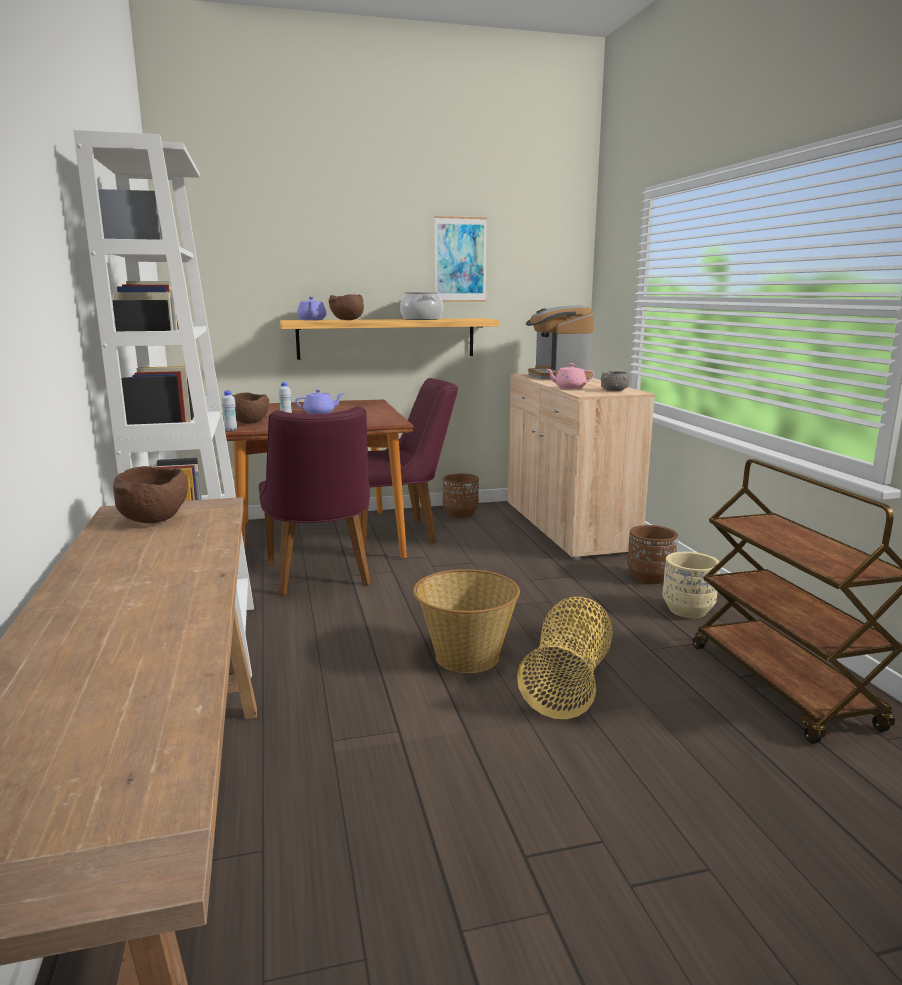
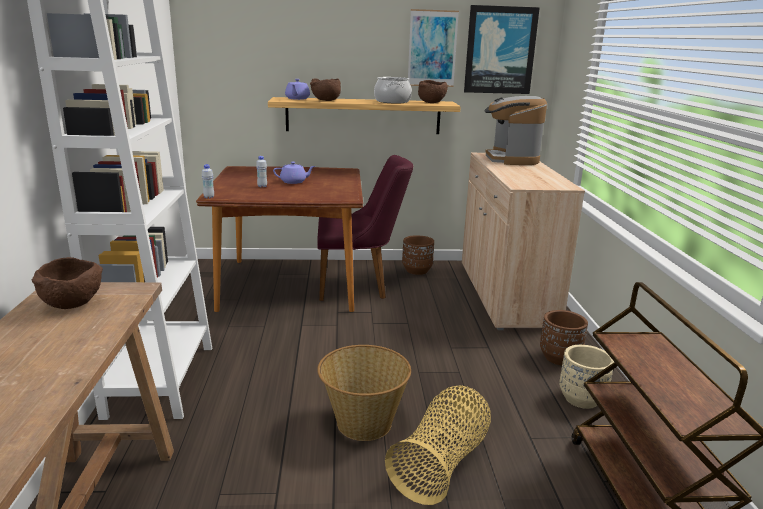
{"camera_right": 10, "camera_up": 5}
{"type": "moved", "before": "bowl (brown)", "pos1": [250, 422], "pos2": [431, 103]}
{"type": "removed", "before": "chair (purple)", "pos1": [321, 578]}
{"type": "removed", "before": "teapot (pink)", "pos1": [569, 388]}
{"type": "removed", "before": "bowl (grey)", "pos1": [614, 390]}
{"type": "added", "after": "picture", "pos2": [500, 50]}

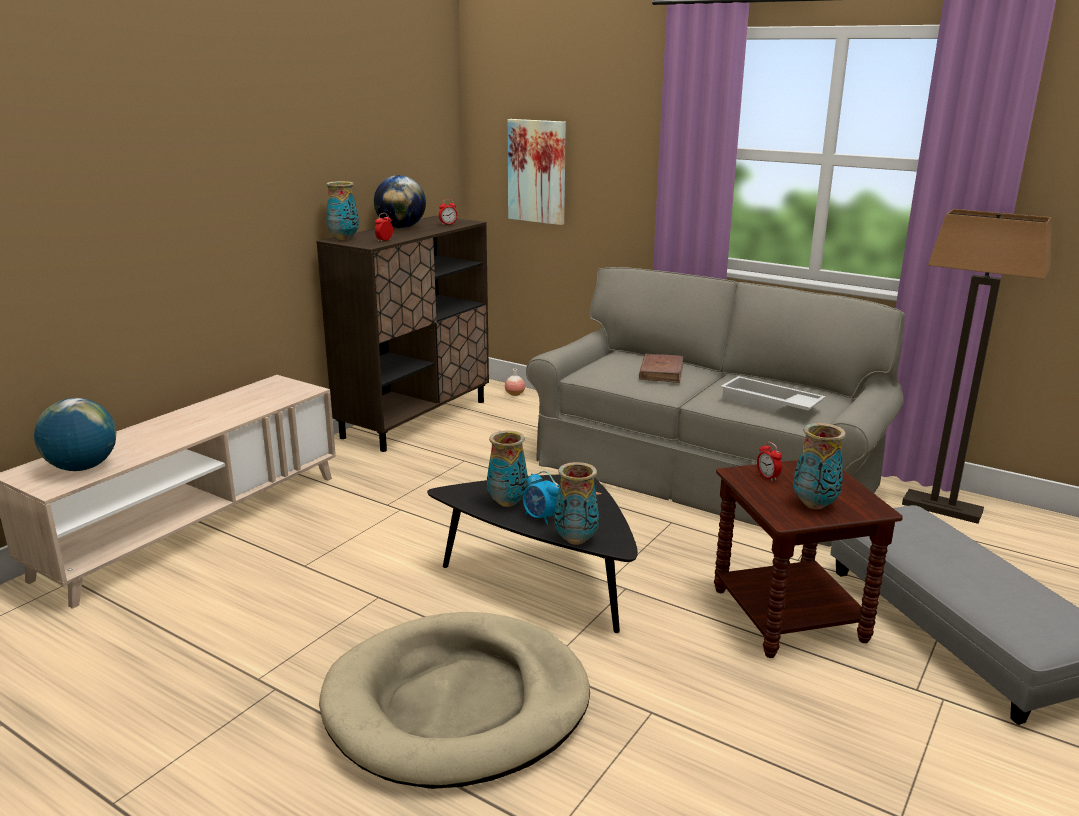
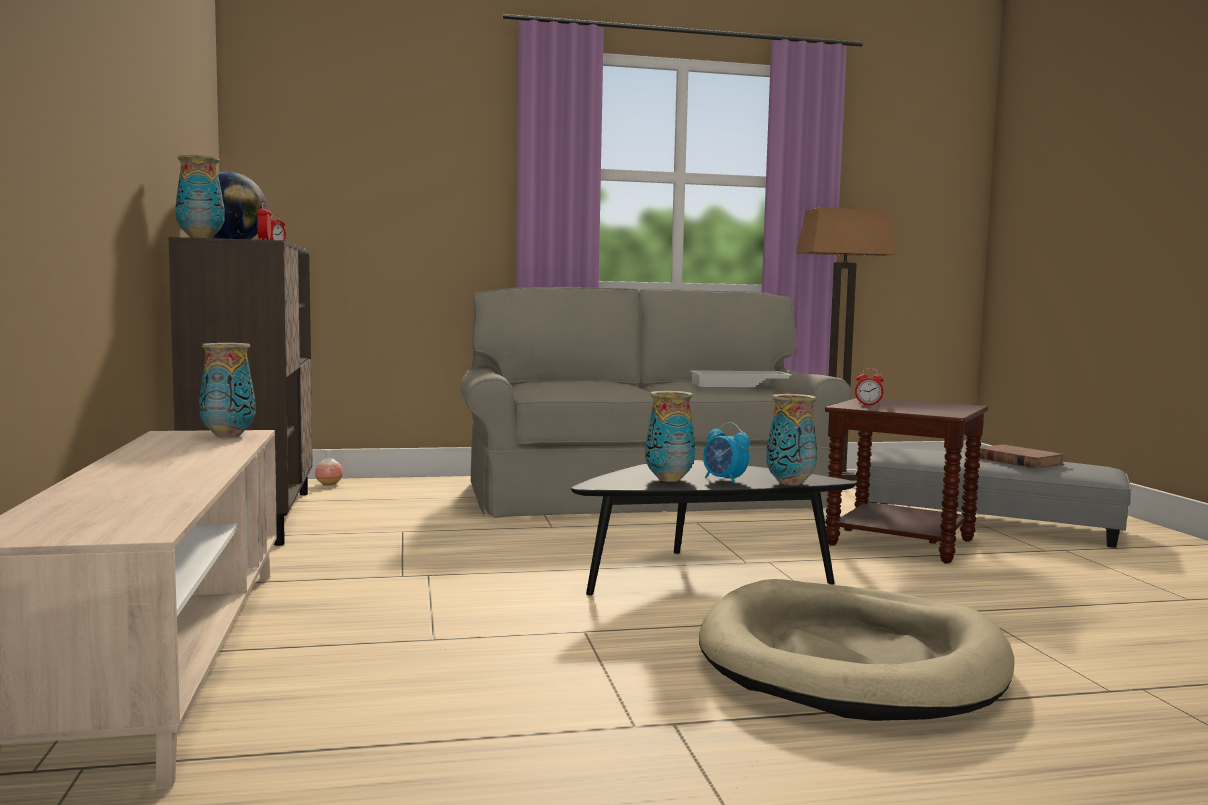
{"camera_right": -45, "camera_up": -15}
{"type": "removed", "before": "globe", "pos1": [82, 467]}
{"type": "removed", "before": "picture", "pos1": [537, 171]}
{"type": "turned", "before": "alarm clock", "pos1": [541, 518], "pos2": [724, 480], "turn": 45}
{"type": "moved", "before": "book (brown)", "pos1": [661, 371], "pos2": [1018, 461]}
{"type": "moved", "before": "vase", "pos1": [814, 505], "pos2": [228, 436]}

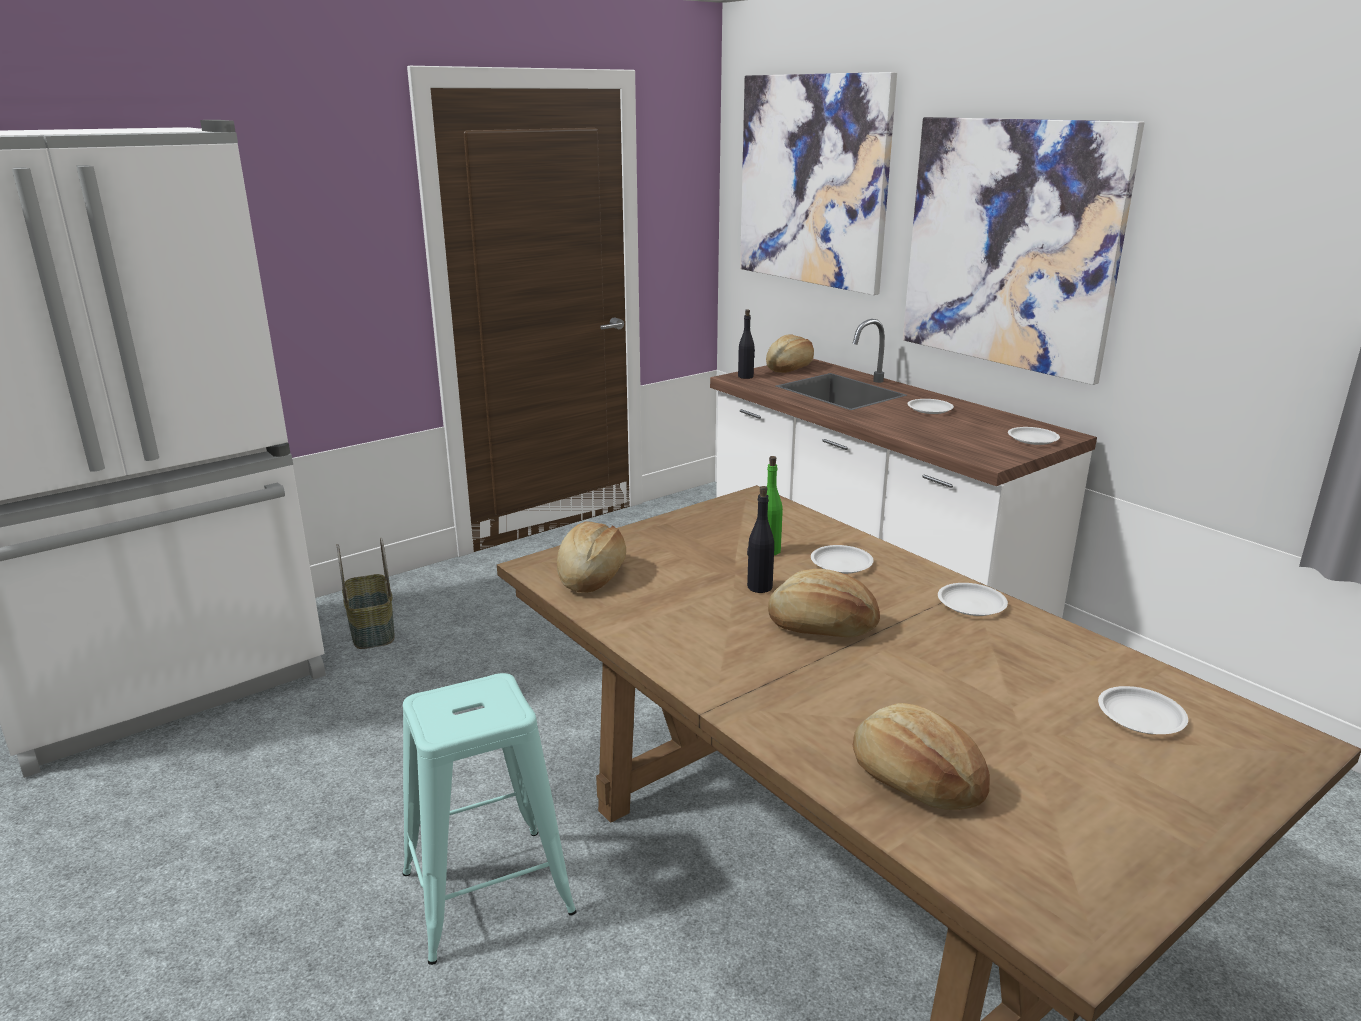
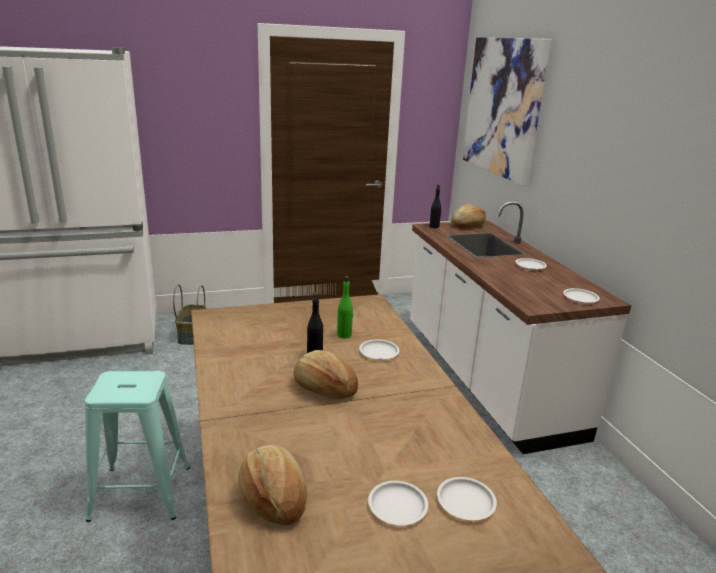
{"camera_right": 20, "camera_up": 0}
{"type": "removed", "before": "bread", "pos1": [591, 575]}
{"type": "removed", "before": "picture", "pos1": [1010, 245]}
{"type": "moved", "before": "plate (white)", "pos1": [970, 604], "pos2": [397, 506]}

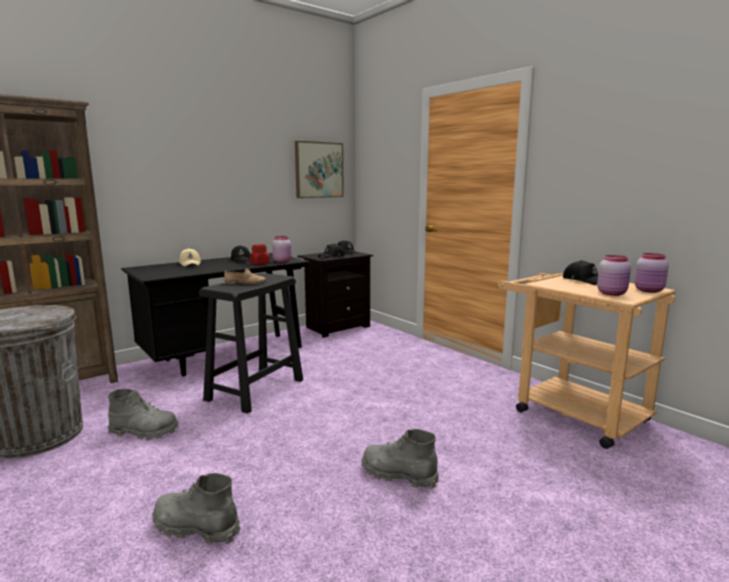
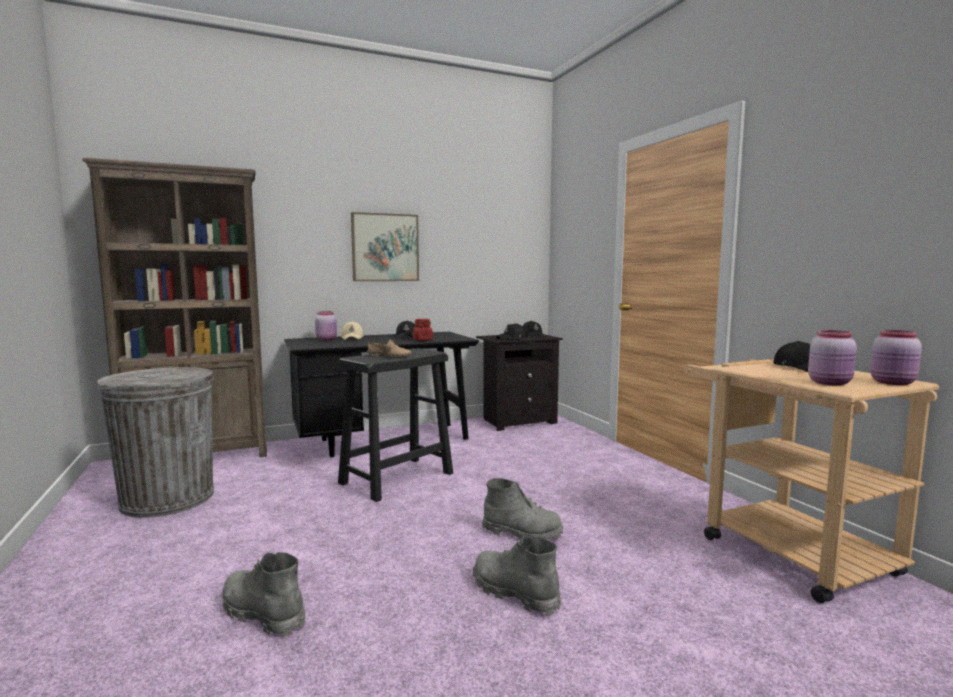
{"camera_right": 15, "camera_up": -5}
{"type": "moved", "before": "boot (grey)", "pos1": [144, 432], "pos2": [522, 533]}
{"type": "moved", "before": "jar (pink)", "pos1": [282, 261], "pos2": [327, 339]}
{"type": "moved", "before": "picture", "pos1": [319, 170], "pos2": [385, 247]}

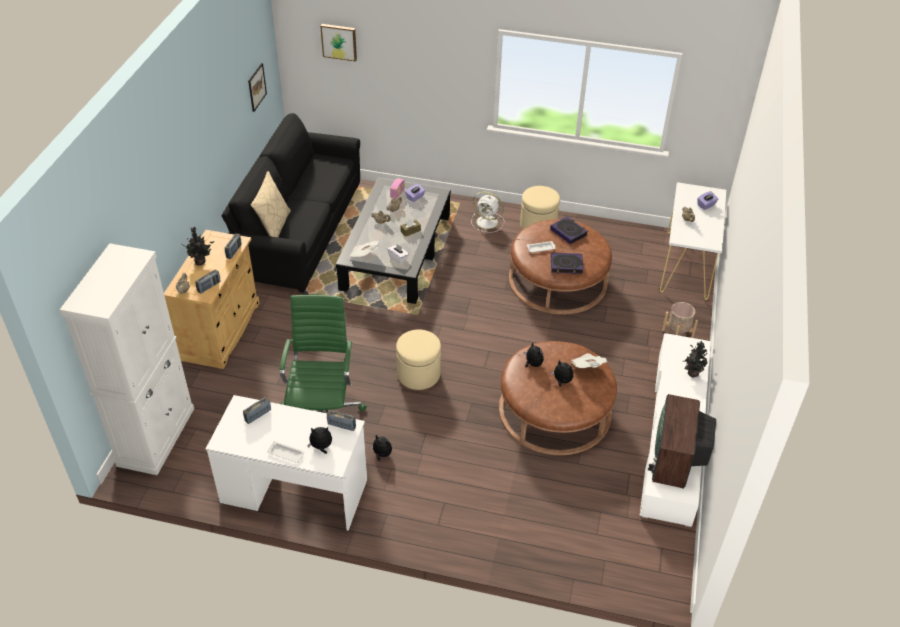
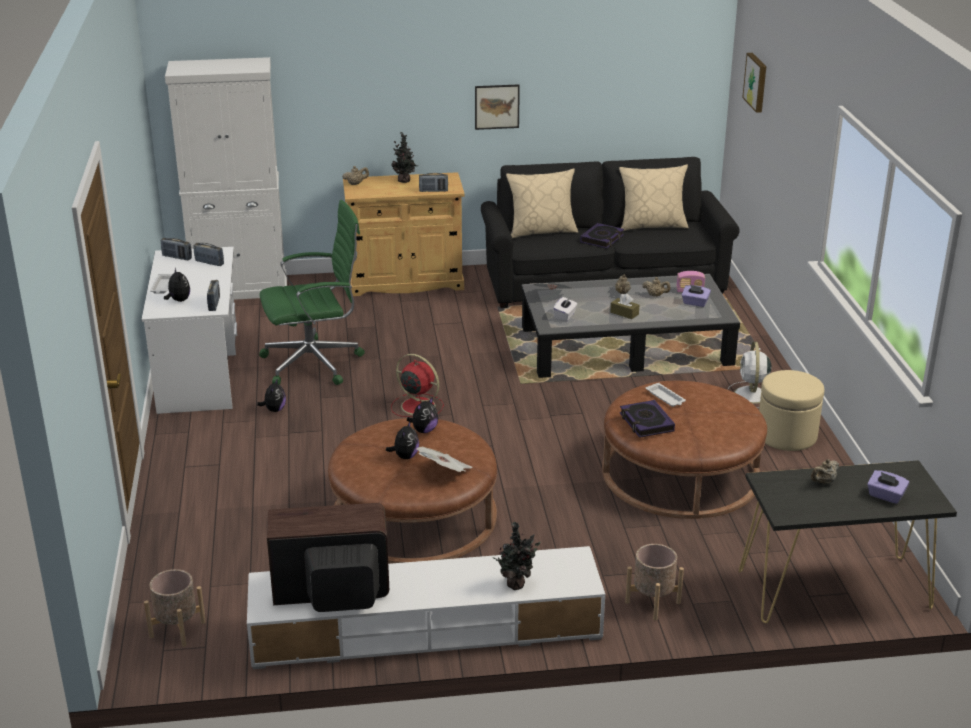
{"camera_right": 70, "camera_up": -15}
{"type": "moved", "before": "radio", "pos1": [209, 287], "pos2": [177, 257]}
{"type": "moved", "before": "picture", "pos1": [257, 87], "pos2": [497, 106]}
{"type": "replaced", "before": "ottoman (beige)", "after": "fan (red)", "pos1": [418, 374], "pos2": [416, 406]}
{"type": "moved", "before": "book", "pos1": [568, 232], "pos2": [602, 239]}
{"type": "recoloured", "before": "console table (white)", "after": "console table (black)", "pos1": [686, 265], "pos2": [833, 589]}
{"type": "added", "after": "planter (beige)", "pos2": [177, 629]}
{"type": "added", "after": "pillow (beige)", "pos2": [652, 225]}

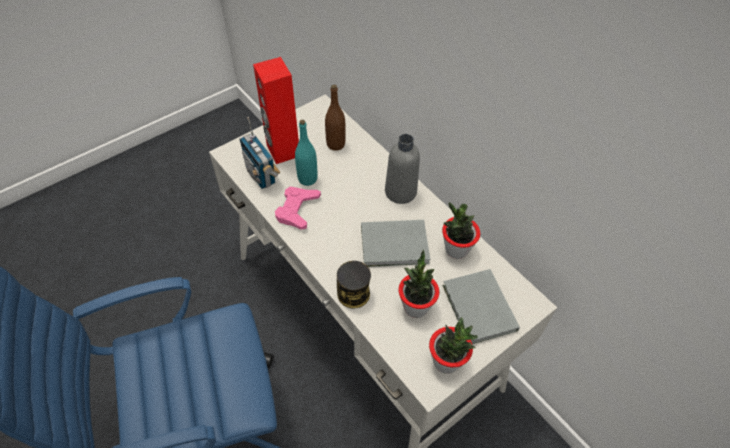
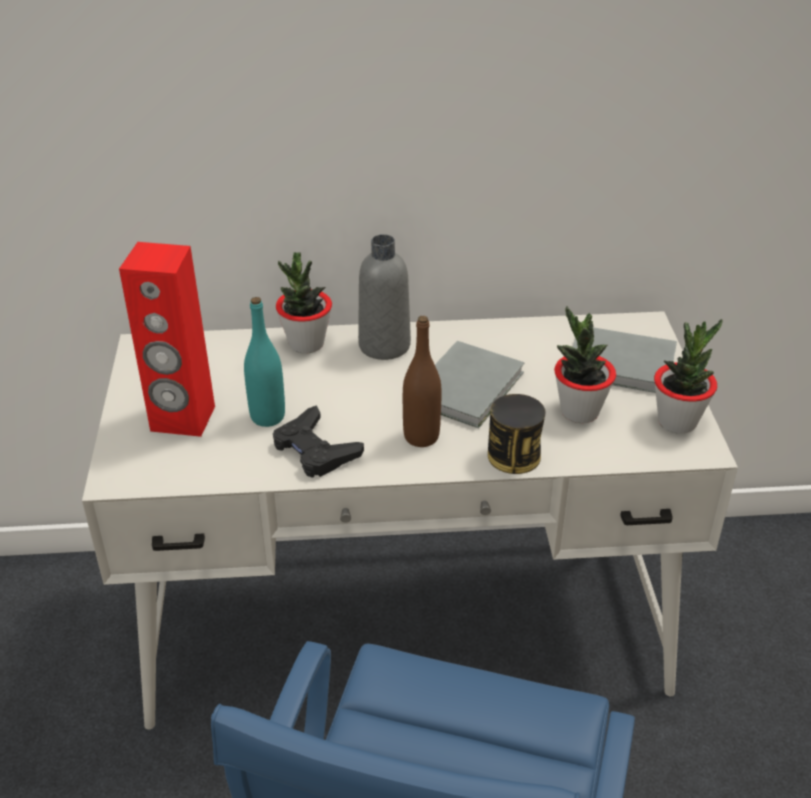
{"camera_right": -55, "camera_up": -15}
{"type": "removed", "before": "radio", "pos1": [262, 176]}
{"type": "recoloured", "before": "game controller (pink)", "after": "game controller (black)", "pos1": [297, 210], "pos2": [315, 450]}
{"type": "moved", "before": "bottle (brown)", "pos1": [335, 144], "pos2": [421, 437]}
{"type": "moved", "before": "potted plant", "pos1": [456, 249], "pos2": [306, 344]}

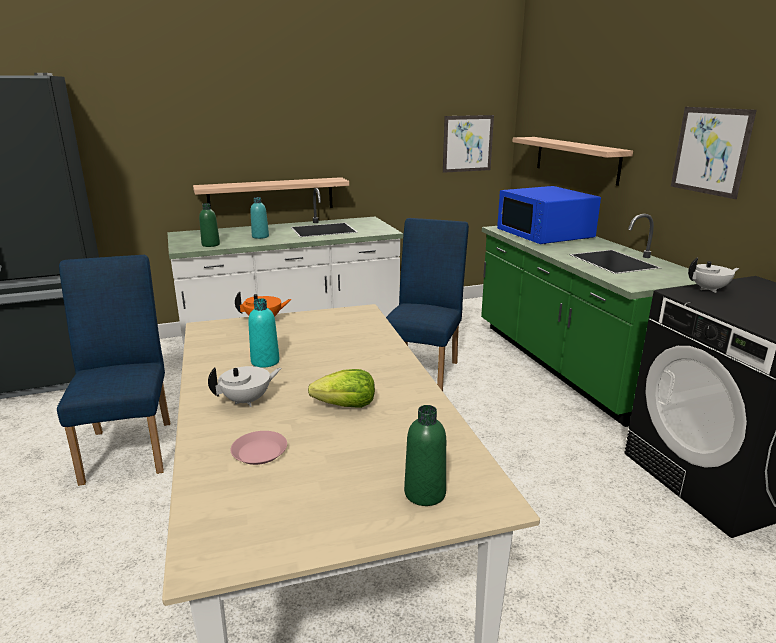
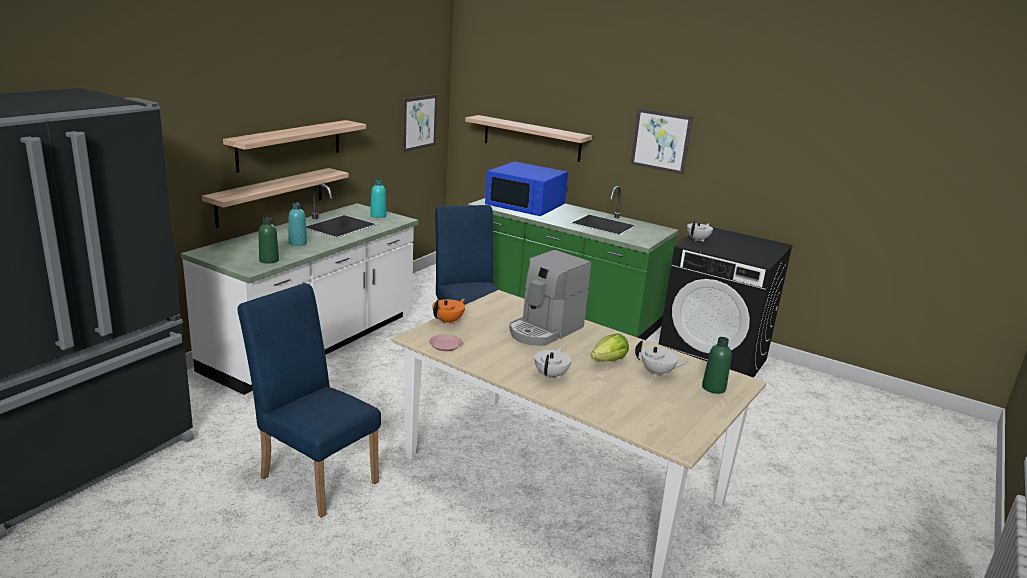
{"camera_right": -40, "camera_up": 0}
{"type": "moved", "before": "plate (pink)", "pos1": [259, 452], "pos2": [445, 345]}
{"type": "moved", "before": "bottle (turquoise)", "pos1": [265, 362], "pos2": [378, 215]}
{"type": "added", "after": "shelf", "pos2": [290, 145]}
{"type": "added", "after": "coffee machine", "pos2": [544, 330]}
{"type": "added", "after": "teapot (white)", "pos2": [657, 373]}

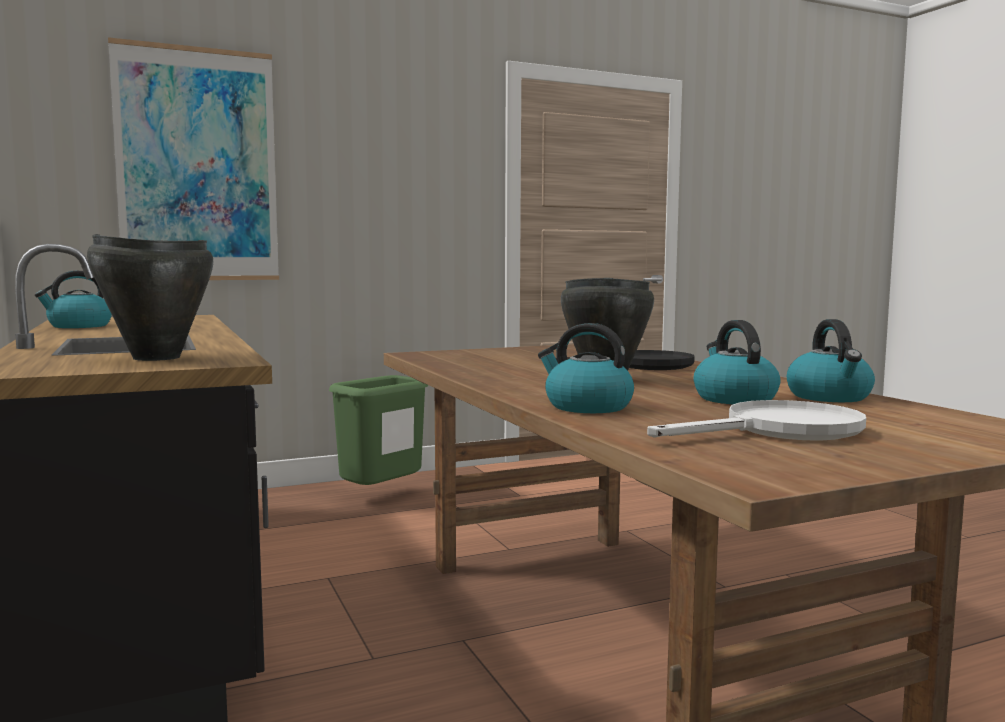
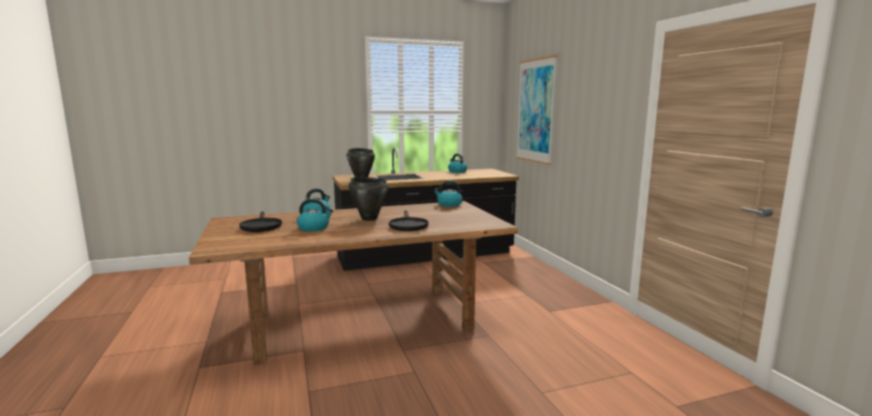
{"camera_right": 95, "camera_up": 5}
{"type": "removed", "before": "trash can (green)", "pos1": [381, 498]}
{"type": "recoloured", "before": "frying pan (white)", "after": "frying pan (black)", "pos1": [779, 430], "pos2": [261, 226]}
{"type": "moved", "before": "kettle", "pos1": [830, 397], "pos2": [449, 204]}

